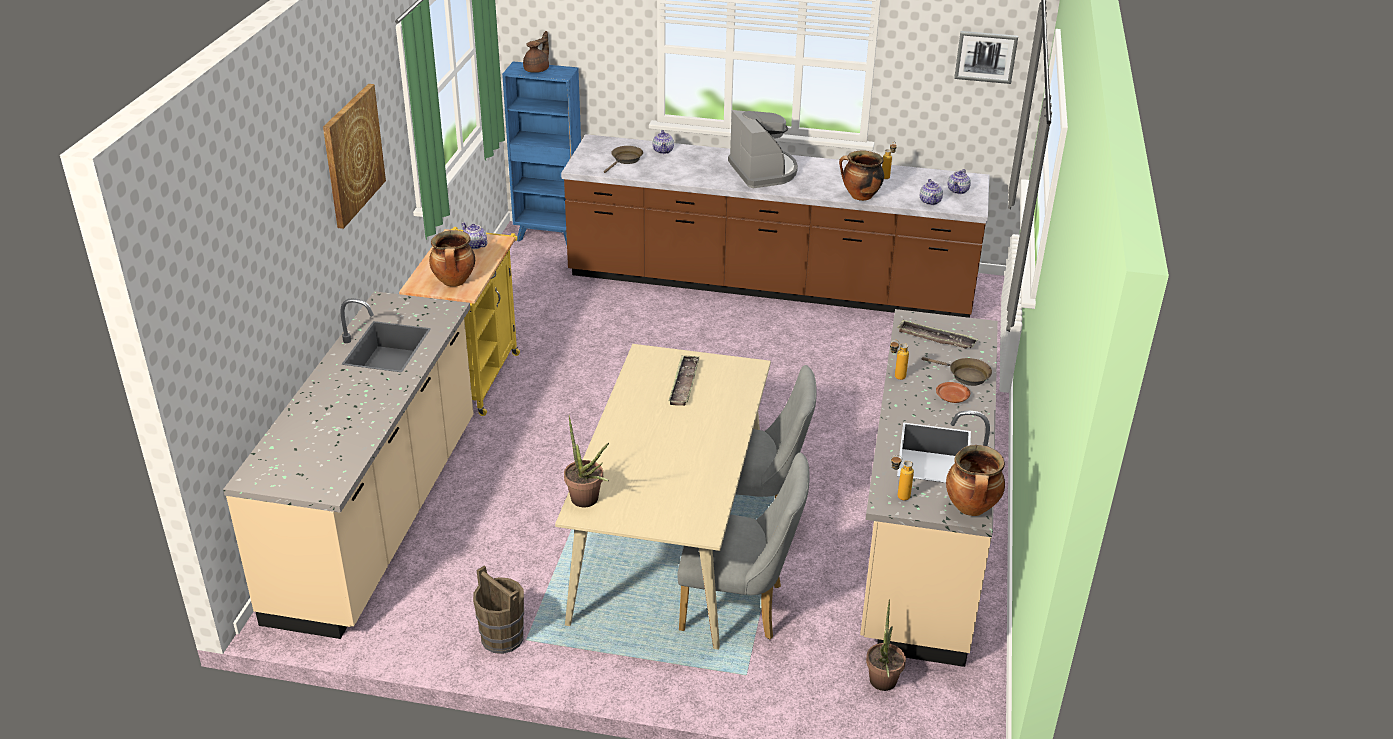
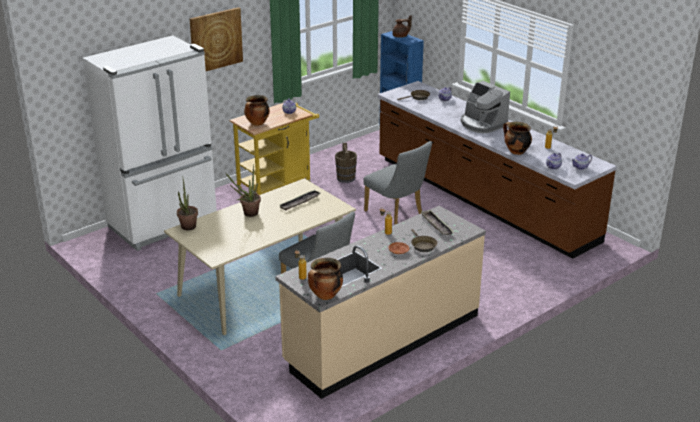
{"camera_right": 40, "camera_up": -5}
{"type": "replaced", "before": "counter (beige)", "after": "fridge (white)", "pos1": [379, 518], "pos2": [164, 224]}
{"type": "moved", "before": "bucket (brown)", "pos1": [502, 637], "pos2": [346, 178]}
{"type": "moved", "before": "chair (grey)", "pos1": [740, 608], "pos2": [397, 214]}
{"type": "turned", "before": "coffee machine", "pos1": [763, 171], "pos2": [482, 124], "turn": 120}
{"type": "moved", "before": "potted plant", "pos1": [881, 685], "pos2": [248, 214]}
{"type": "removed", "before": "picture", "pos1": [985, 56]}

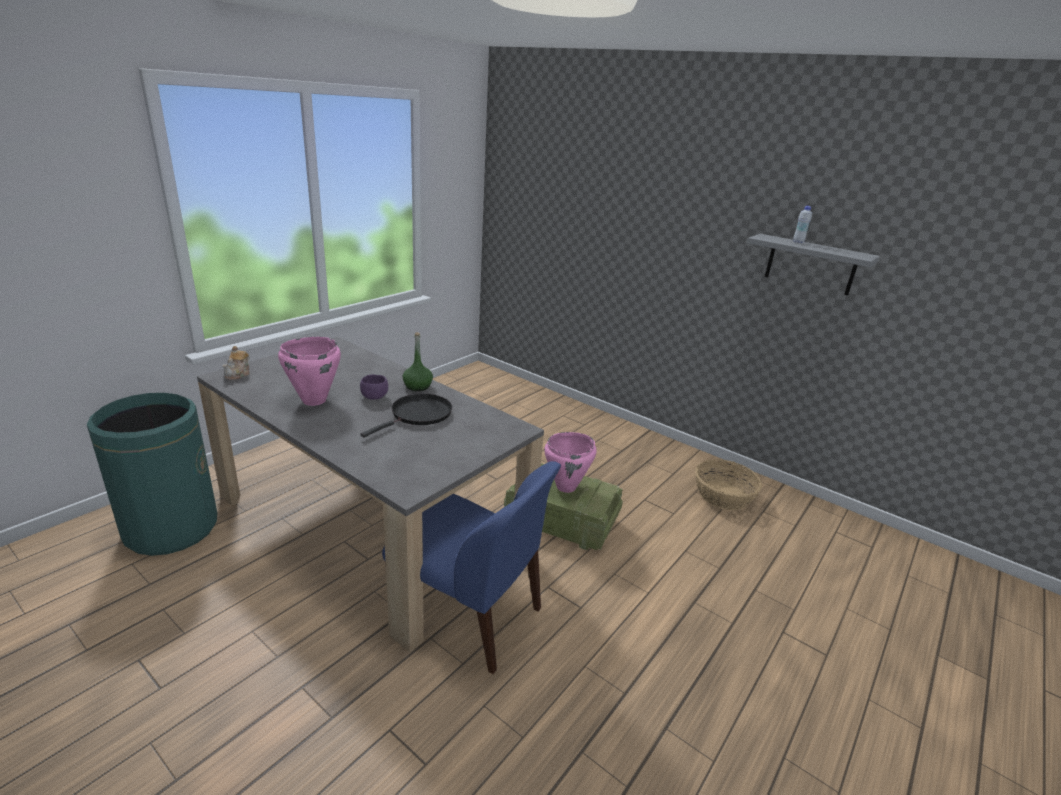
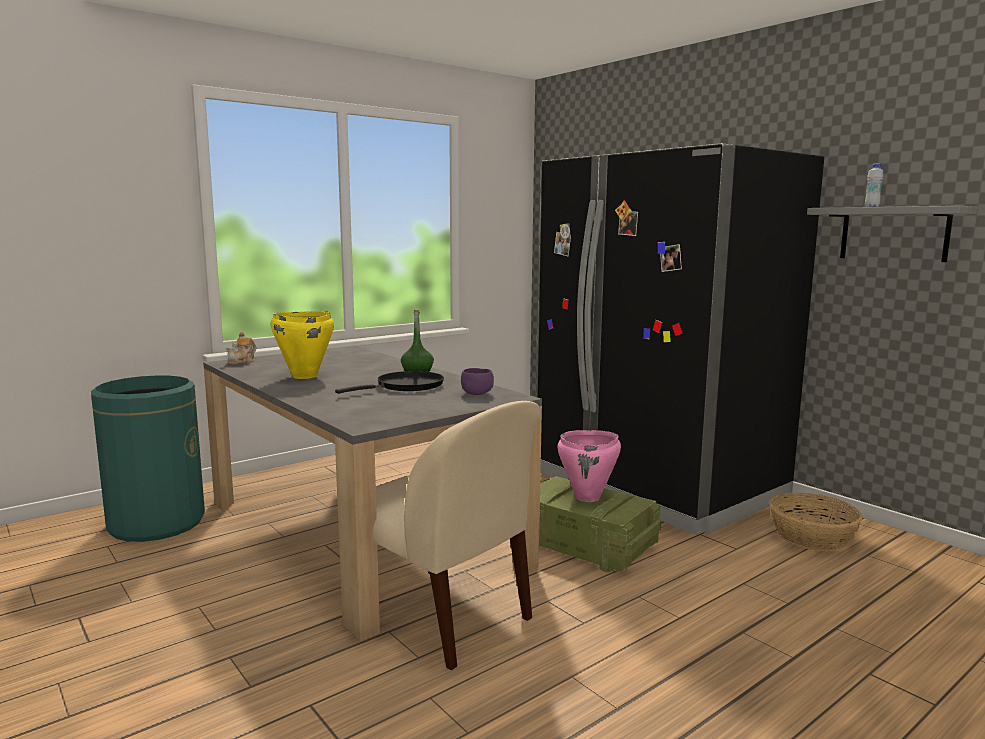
{"camera_right": 15, "camera_up": -15}
{"type": "recoloured", "before": "cooking pot (pink)", "after": "cooking pot (yellow)", "pos1": [313, 400], "pos2": [304, 376]}
{"type": "moved", "before": "bowl (purple)", "pos1": [374, 397], "pos2": [477, 394]}
{"type": "recoloured", "before": "chair (blue)", "after": "chair (beige)", "pos1": [470, 616], "pos2": [443, 617]}
{"type": "added", "after": "fridge (black)", "pos2": [657, 486]}

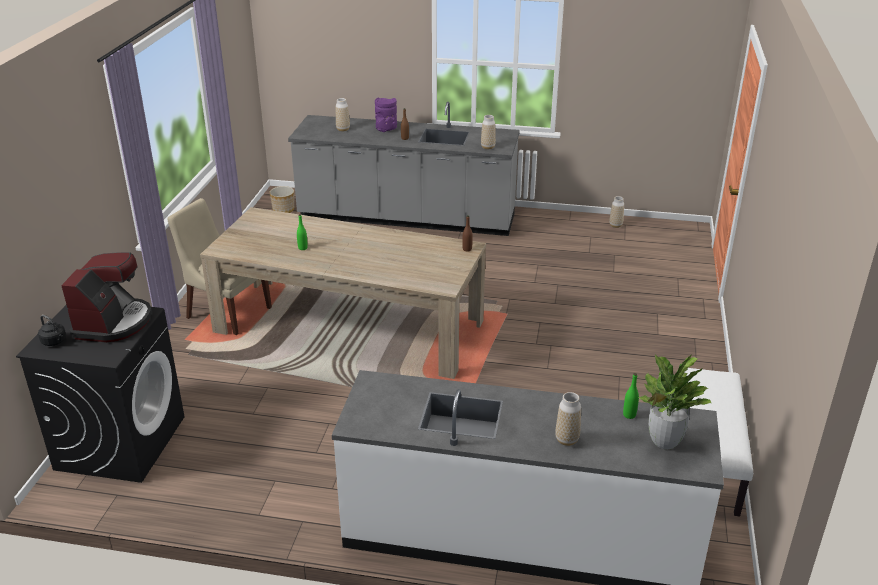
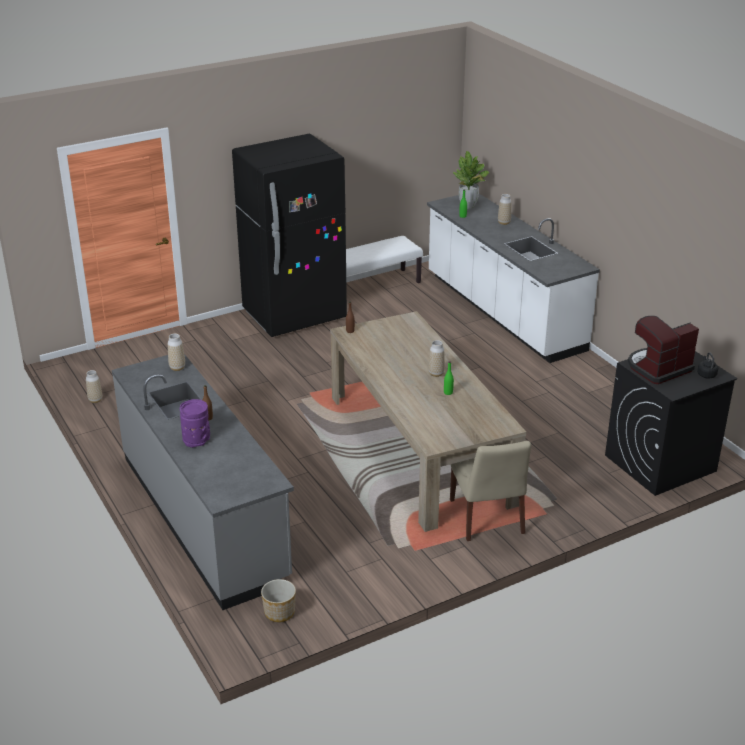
{"camera_right": -130, "camera_up": 0}
{"type": "moved", "before": "vase", "pos1": [343, 129], "pos2": [436, 373]}
{"type": "added", "after": "fridge (black)", "pos2": [294, 316]}

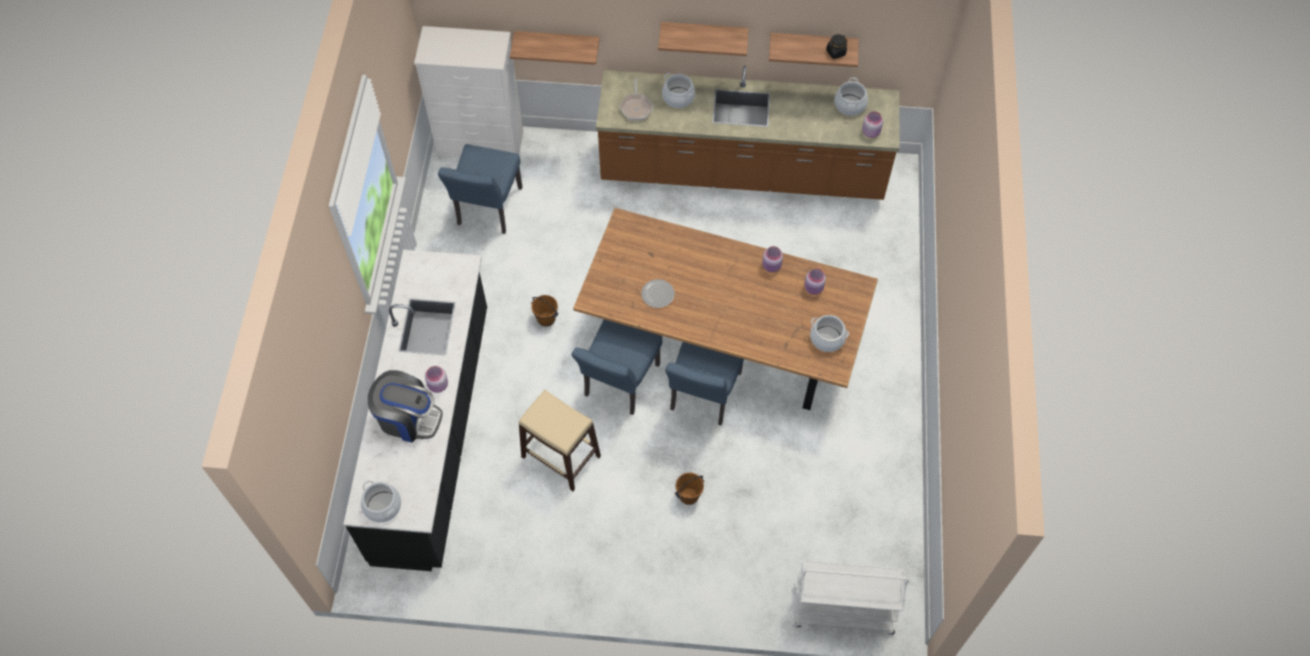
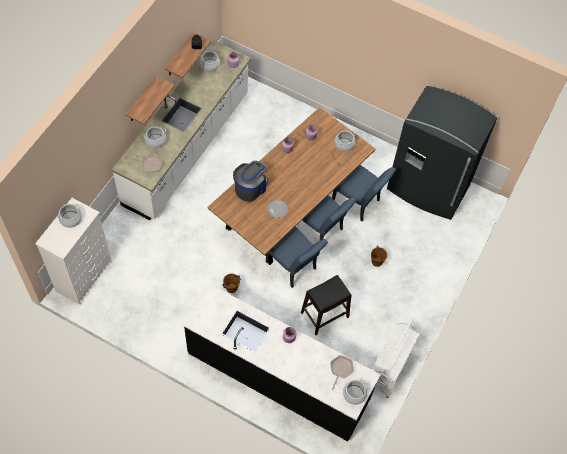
{"camera_right": -70, "camera_up": 0}
{"type": "moved", "before": "coffee machine", "pos1": [408, 418], "pos2": [250, 188]}
{"type": "moved", "before": "chair (blue)", "pos1": [487, 210], "pos2": [358, 203]}
{"type": "removed", "before": "shelf", "pos1": [557, 43]}
{"type": "recoloured", "before": "stool (beige)", "after": "stool (black)", "pos1": [561, 457], "pos2": [325, 315]}
{"type": "recoloured", "before": "counter (brown)", "after": "counter (white)", "pos1": [742, 173], "pos2": [187, 149]}
{"type": "moved", "before": "cart (white)", "pos1": [841, 611], "pos2": [389, 369]}
{"type": "added", "after": "cooking pot", "pos2": [70, 219]}
{"type": "added", "after": "frying pan", "pos2": [340, 369]}
{"type": "added", "after": "fridge (grey)", "pos2": [427, 188]}

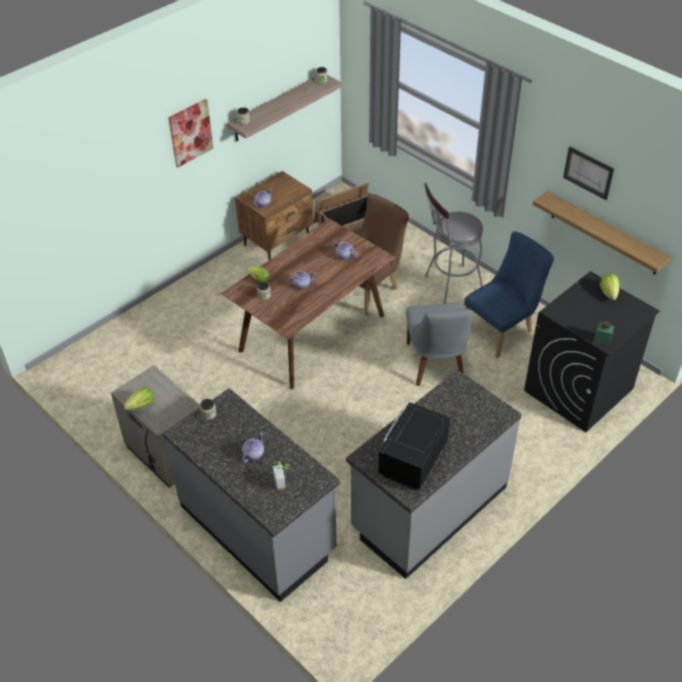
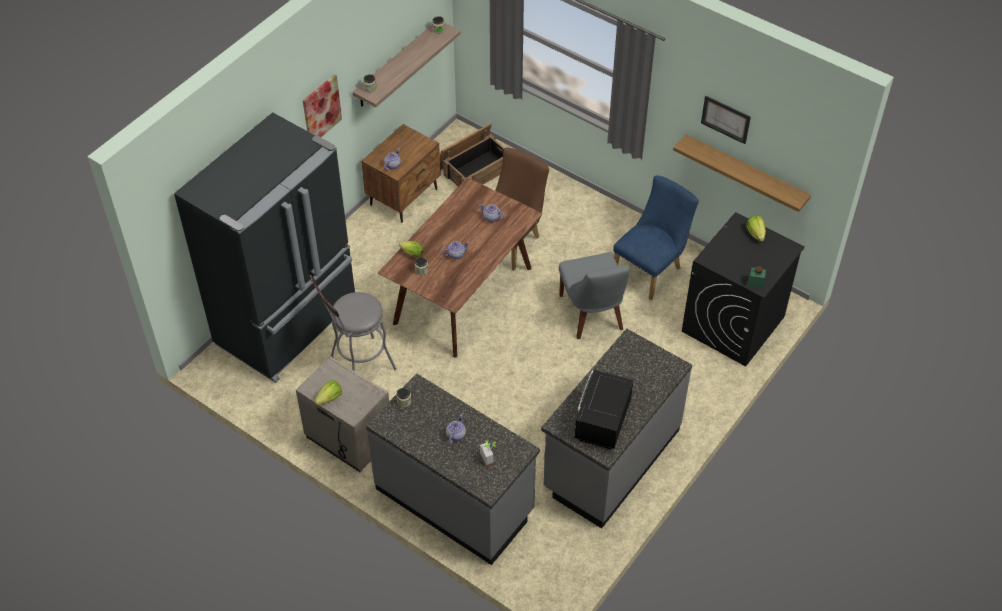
{"camera_right": -10, "camera_up": 5}
{"type": "moved", "before": "stool (grey)", "pos1": [449, 285], "pos2": [358, 365]}
{"type": "added", "after": "fridge (black)", "pos2": [289, 324]}

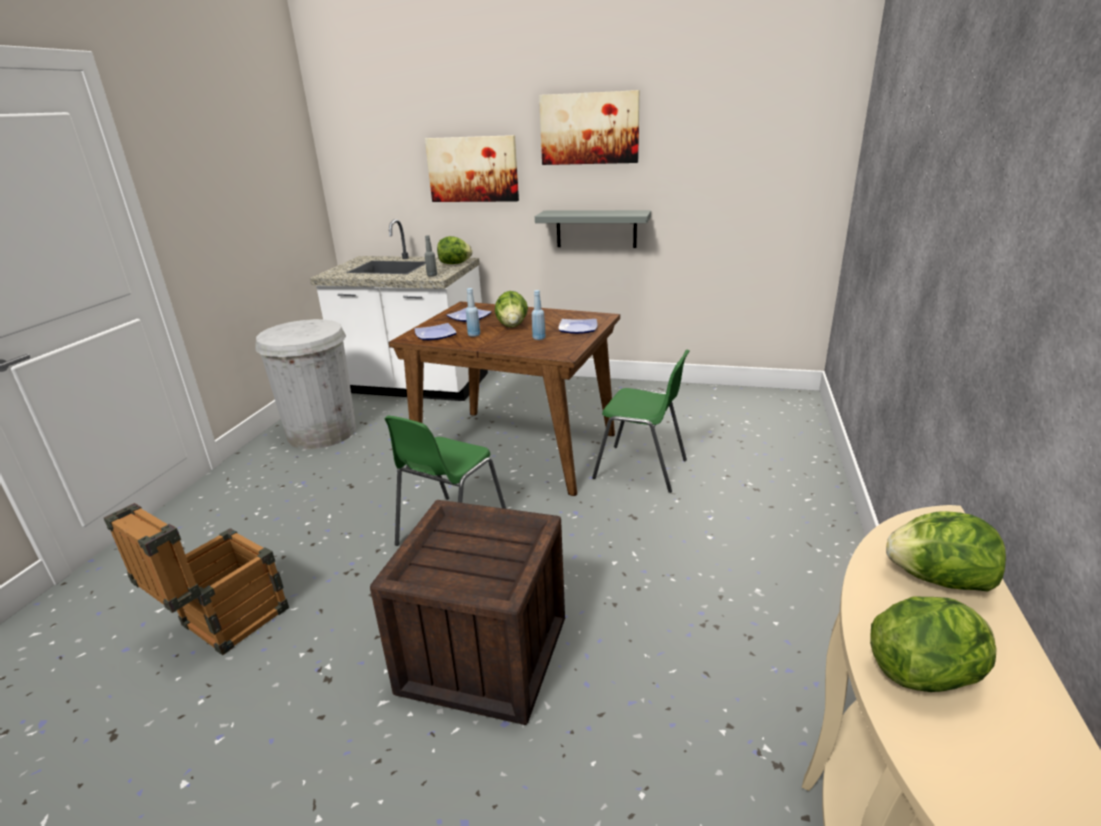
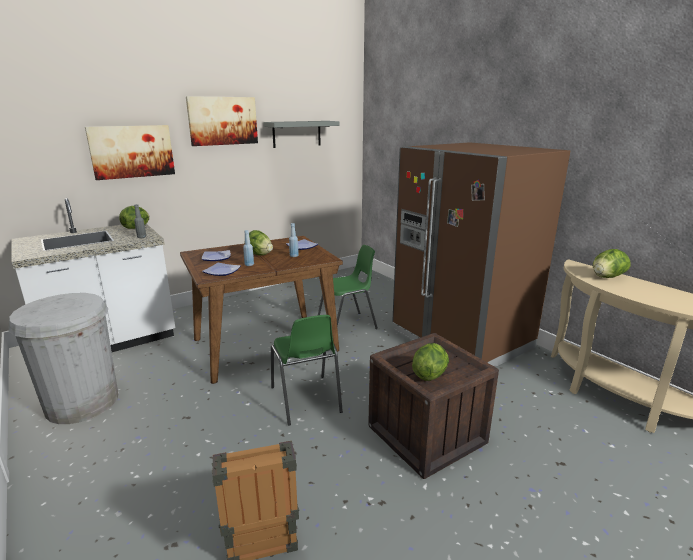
{"camera_right": -50, "camera_up": -5}
{"type": "moved", "before": "shelf (grey)", "pos1": [596, 229], "pos2": [297, 134]}
{"type": "moved", "before": "lettuce", "pos1": [926, 673], "pos2": [429, 374]}
{"type": "added", "after": "fridge (brown)", "pos2": [461, 339]}

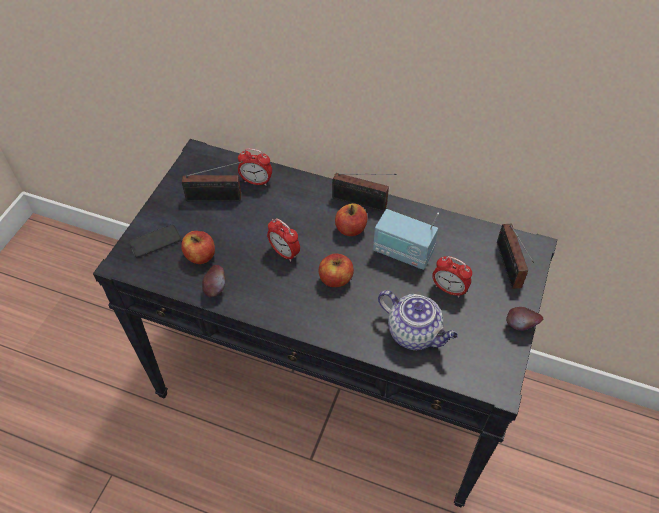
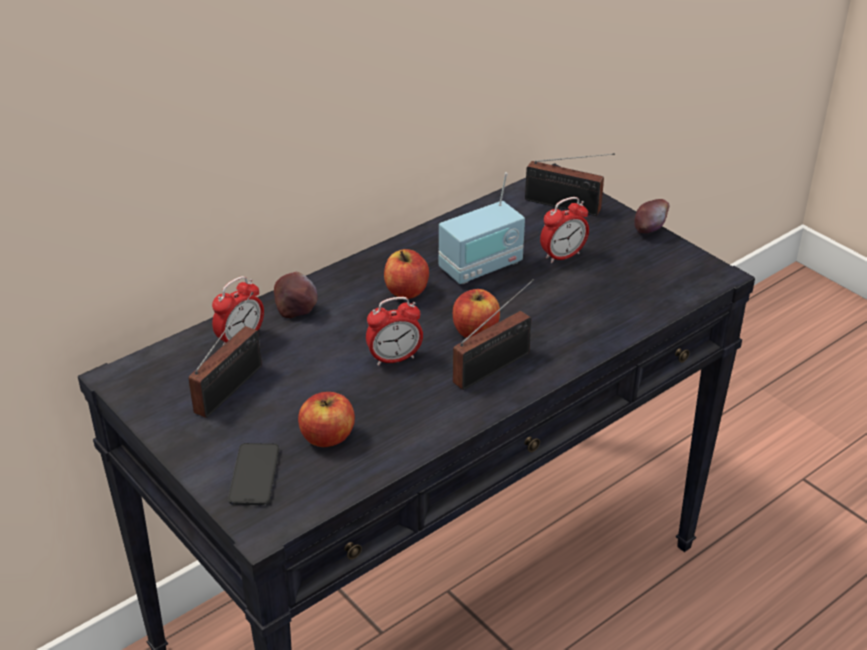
{"camera_right": -60, "camera_up": -15}
{"type": "moved", "before": "apple", "pos1": [215, 289], "pos2": [296, 310]}
{"type": "moved", "before": "radio", "pos1": [362, 203], "pos2": [496, 366]}
{"type": "removed", "before": "teapot", "pos1": [415, 333]}

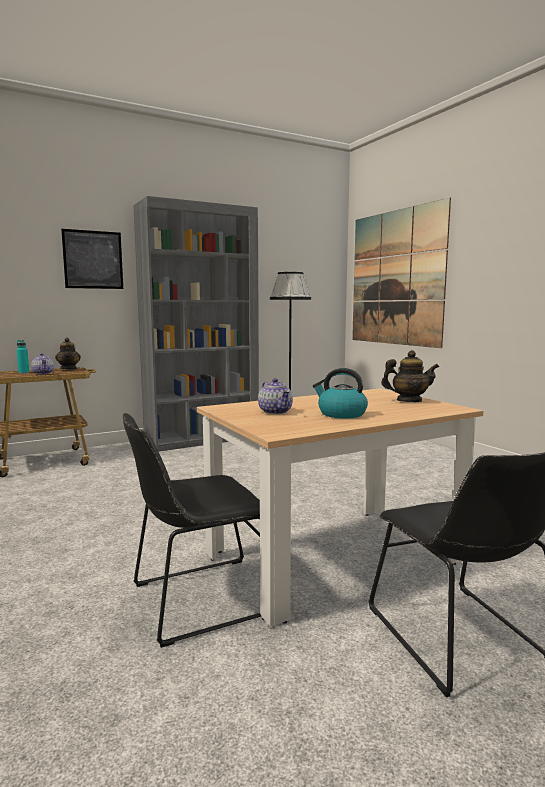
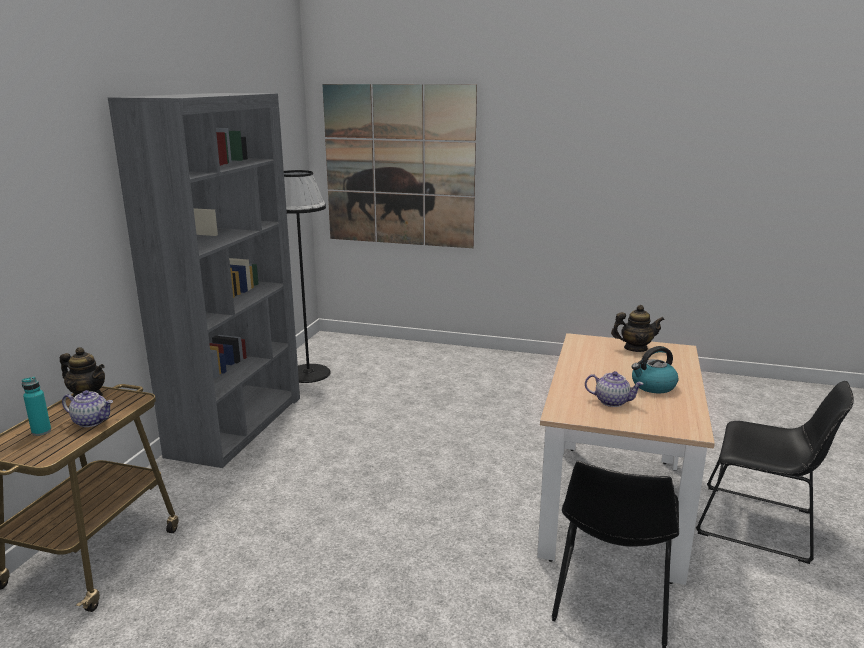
{"camera_right": -45, "camera_up": 10}
{"type": "removed", "before": "picture", "pos1": [93, 260]}
{"type": "turned", "before": "teapot", "pos1": [409, 401], "pos2": [635, 348], "turn": 45}

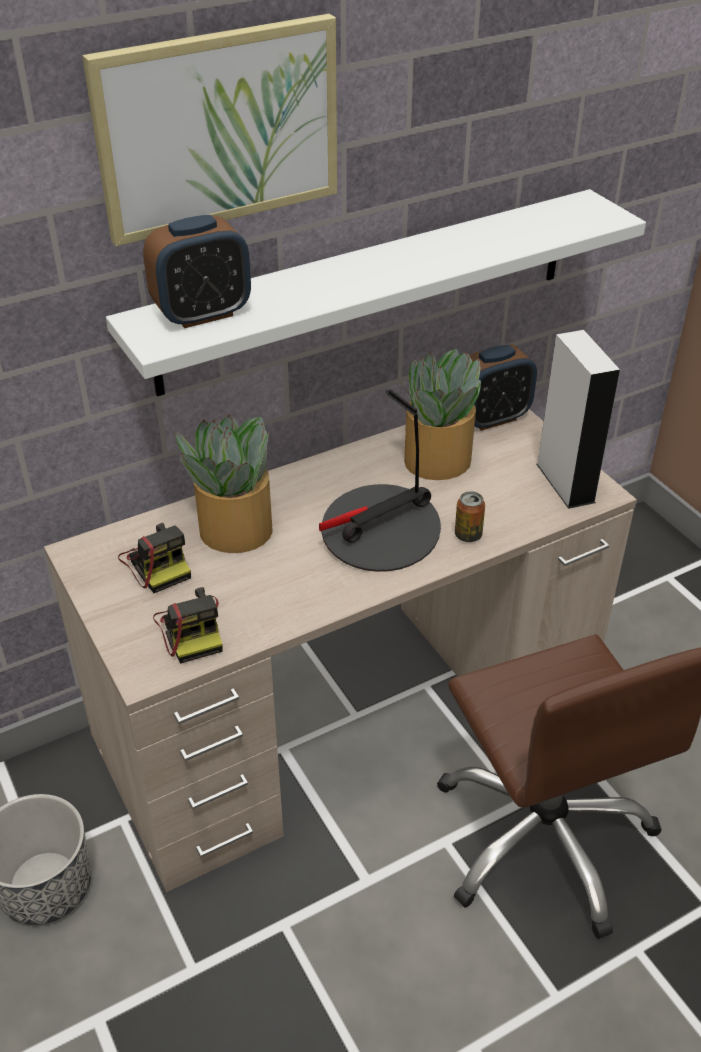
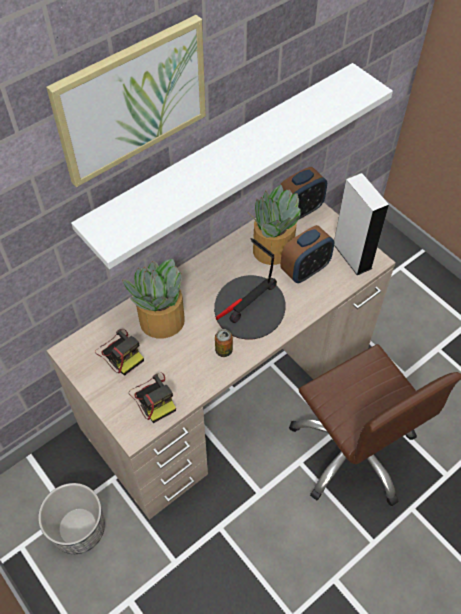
{"camera_right": -10, "camera_up": 15}
{"type": "moved", "before": "alarm clock", "pos1": [202, 314], "pos2": [305, 270]}
{"type": "moved", "before": "can", "pos1": [468, 535], "pos2": [223, 350]}

